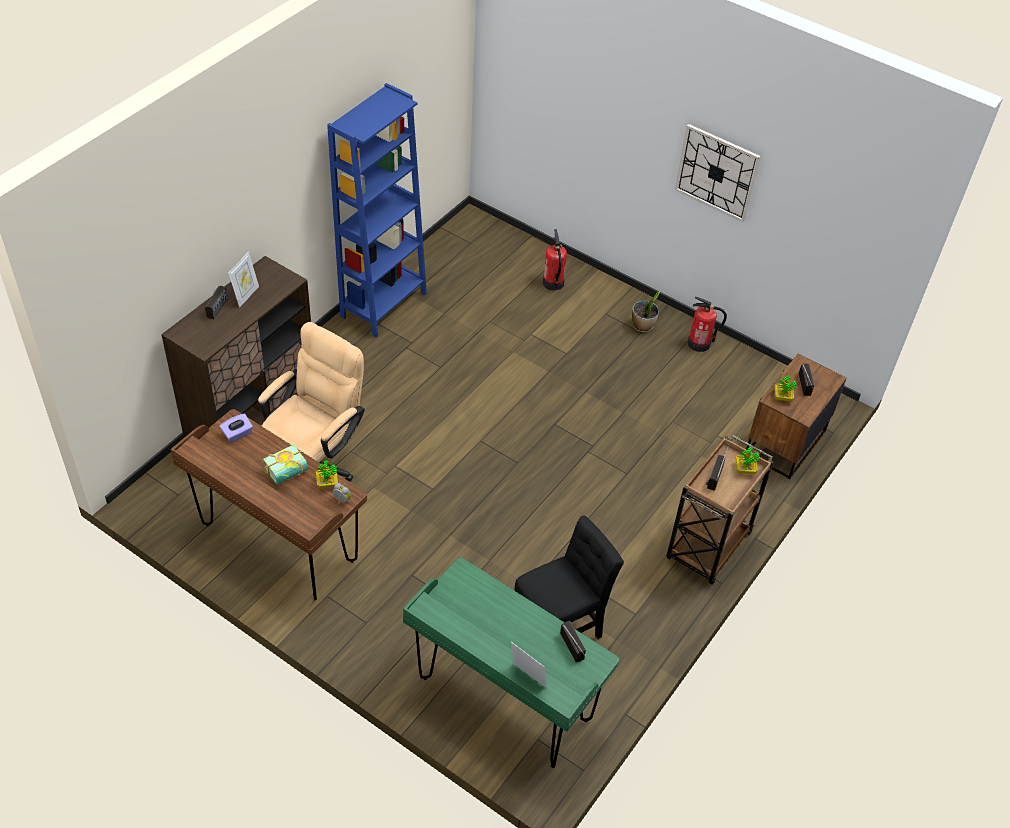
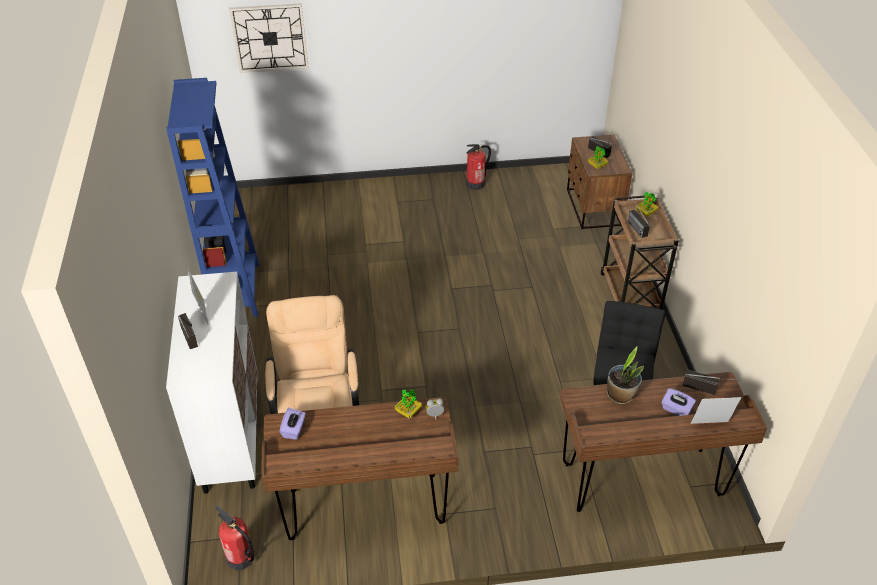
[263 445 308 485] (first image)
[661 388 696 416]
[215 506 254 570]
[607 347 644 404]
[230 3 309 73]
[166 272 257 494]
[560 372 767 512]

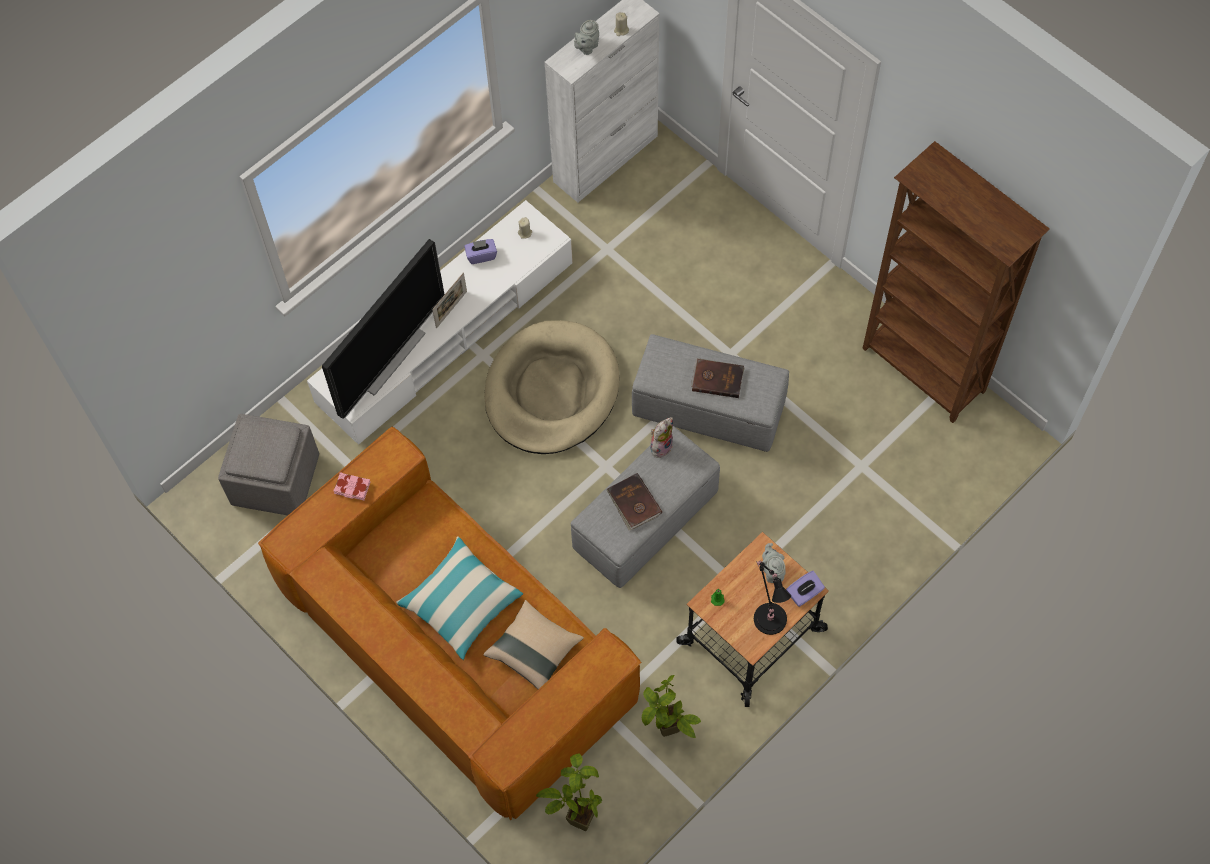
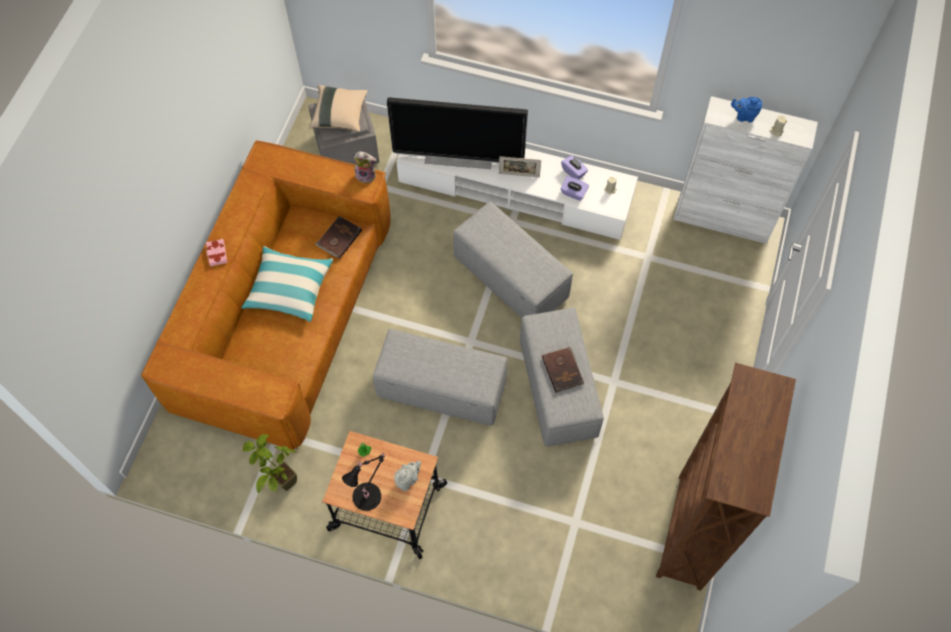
[536 754 602 831] (first image)
[206 239 227 266]
[309 85 368 132]
[315 216 362 258]
[354 151 377 183]
[561 176 589 201]
[453 201 573 318]
[731 97 763 123]

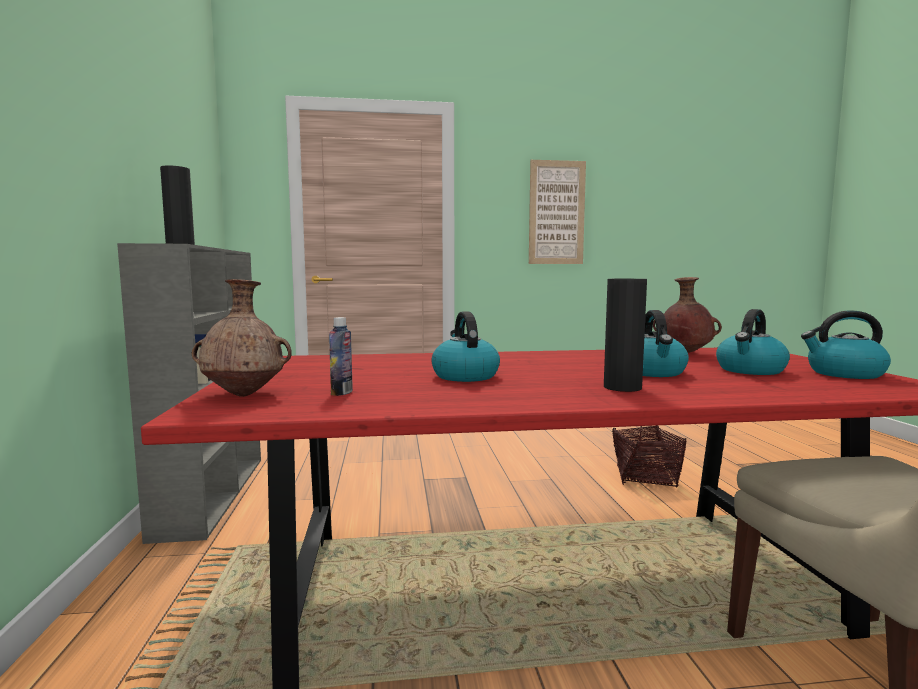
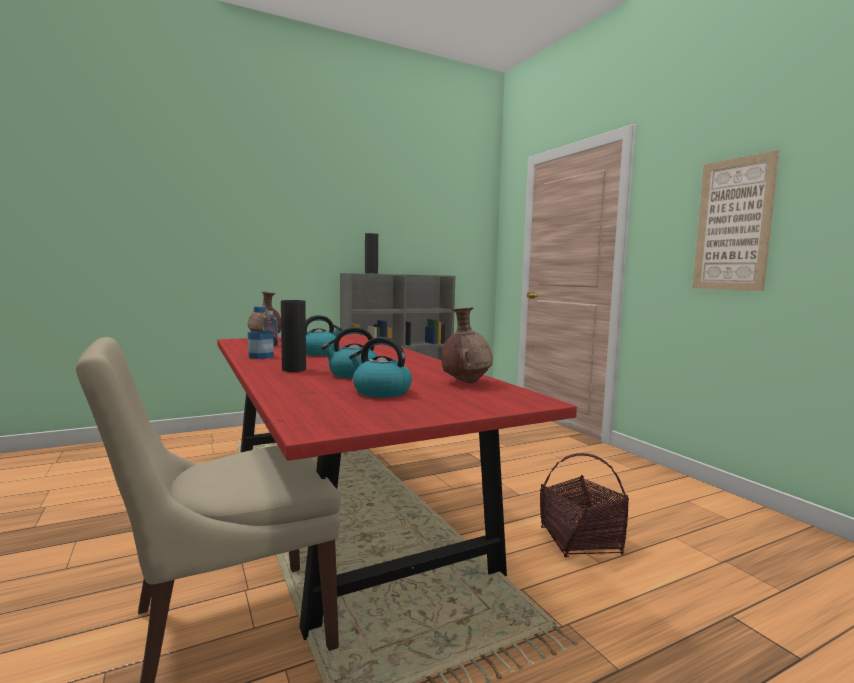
[801 310 891 379] (first image)
[248 306 274 359]

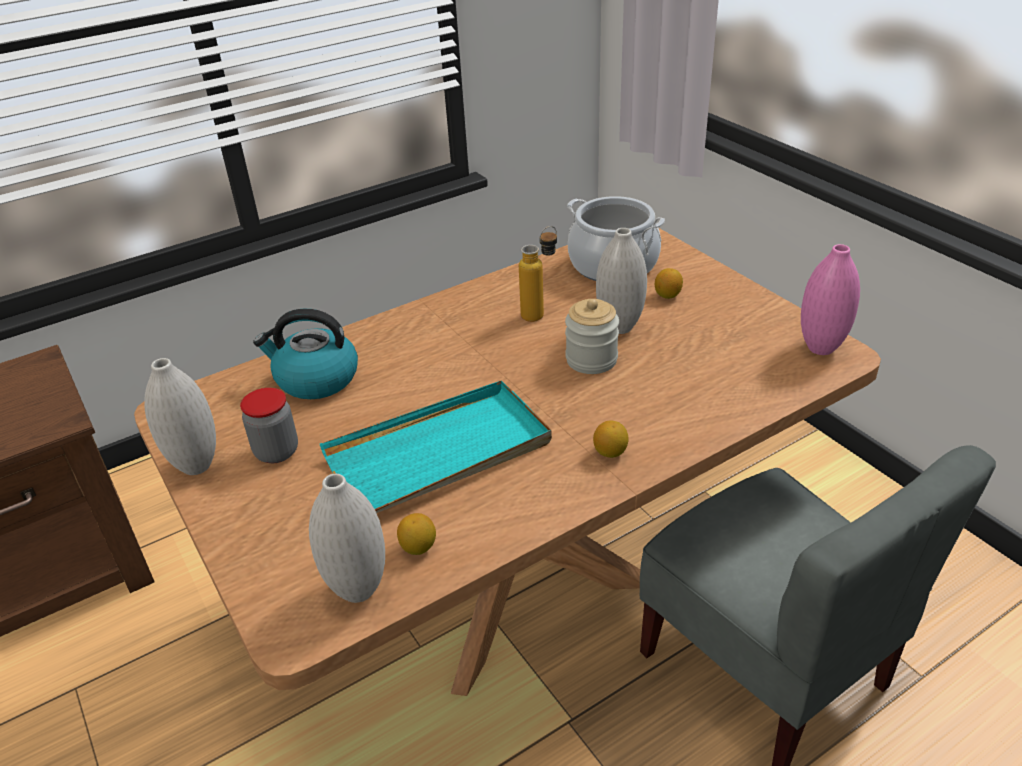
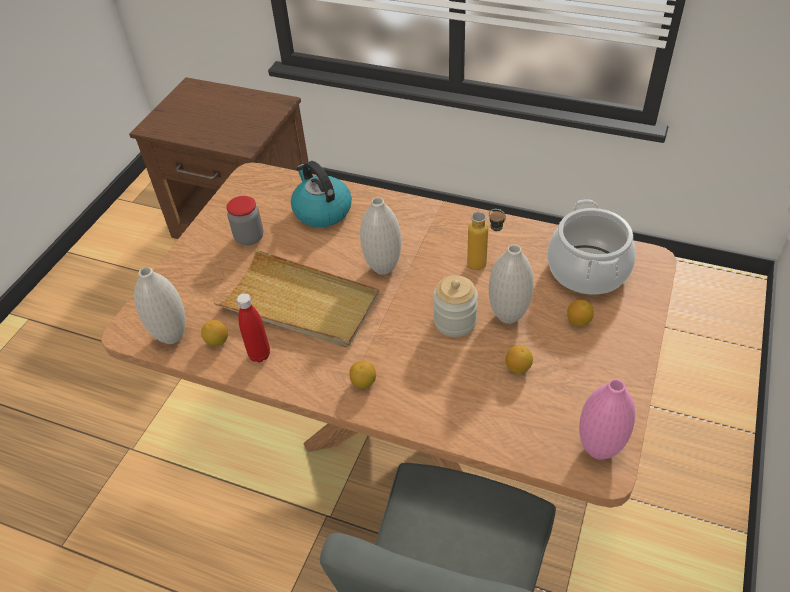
[236 293 270 363]
[506 345 533 374]
[360 197 401 275]
[214 249 380 347]

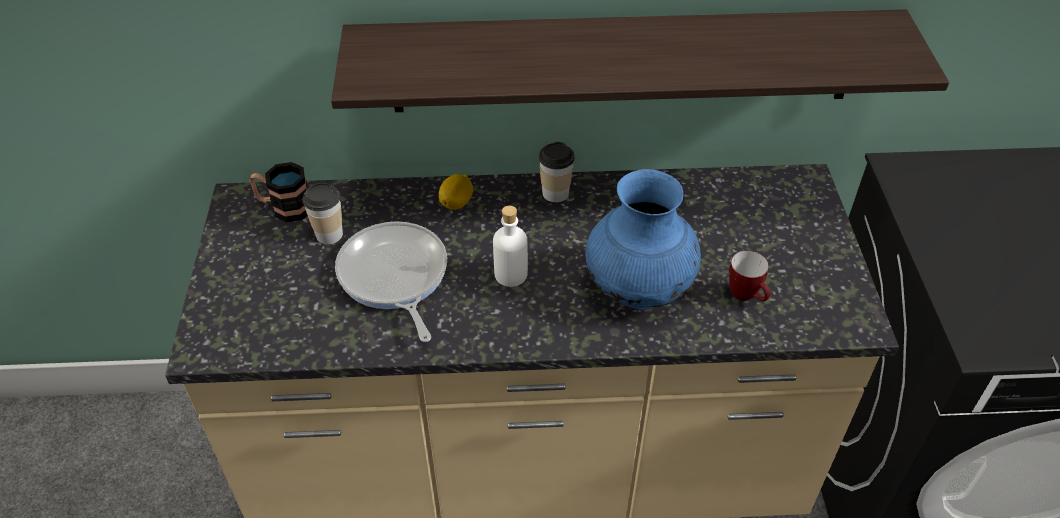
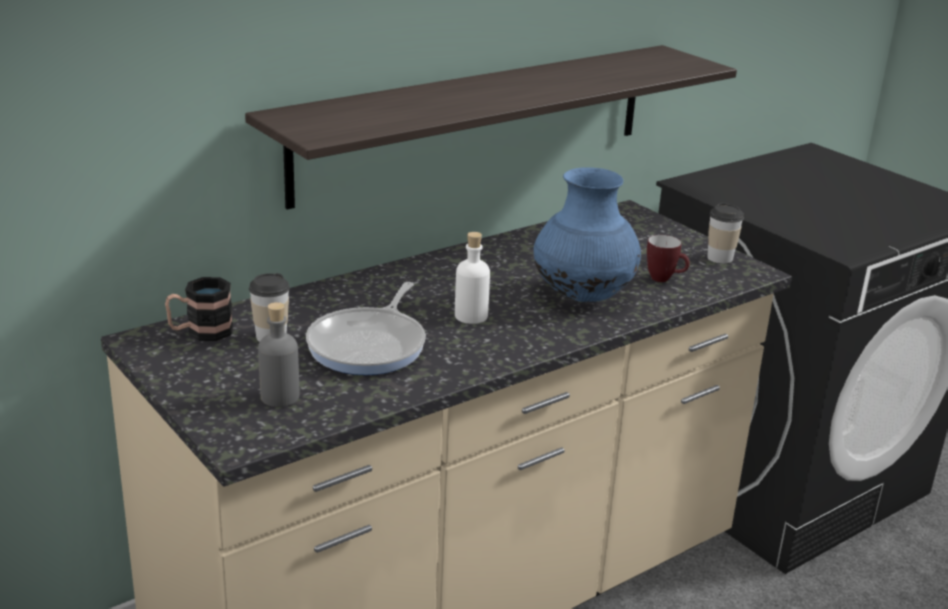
[439 174 473 210] (first image)
[258 302 299 407]
[707 203 744 264]
[306 282 426 375]

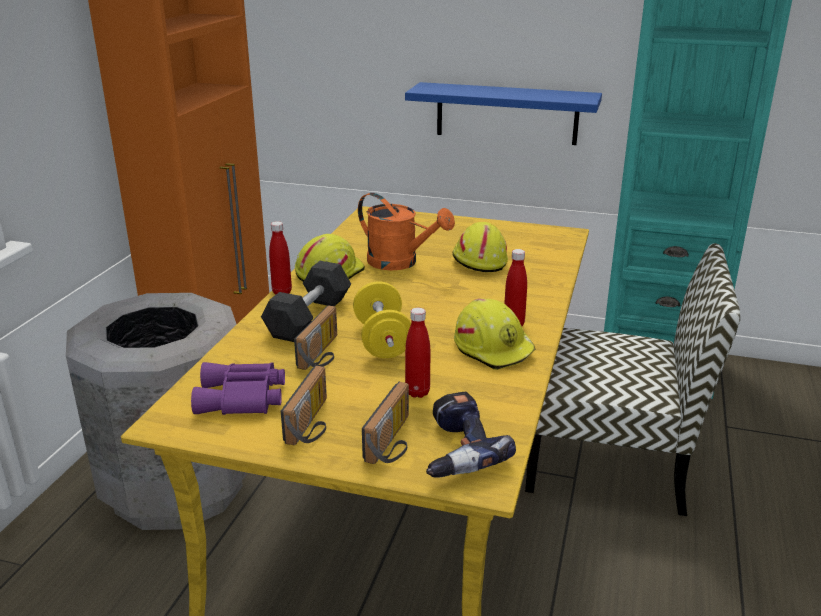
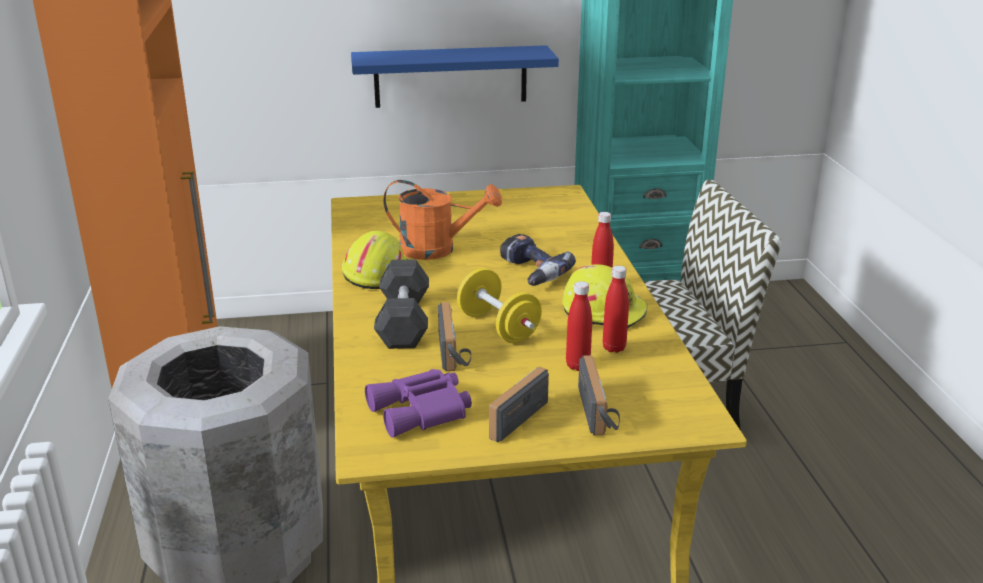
[452 222 508 272] (first image)
[603 266 629 353]
[500 234 576 286]
[489 367 549 442]

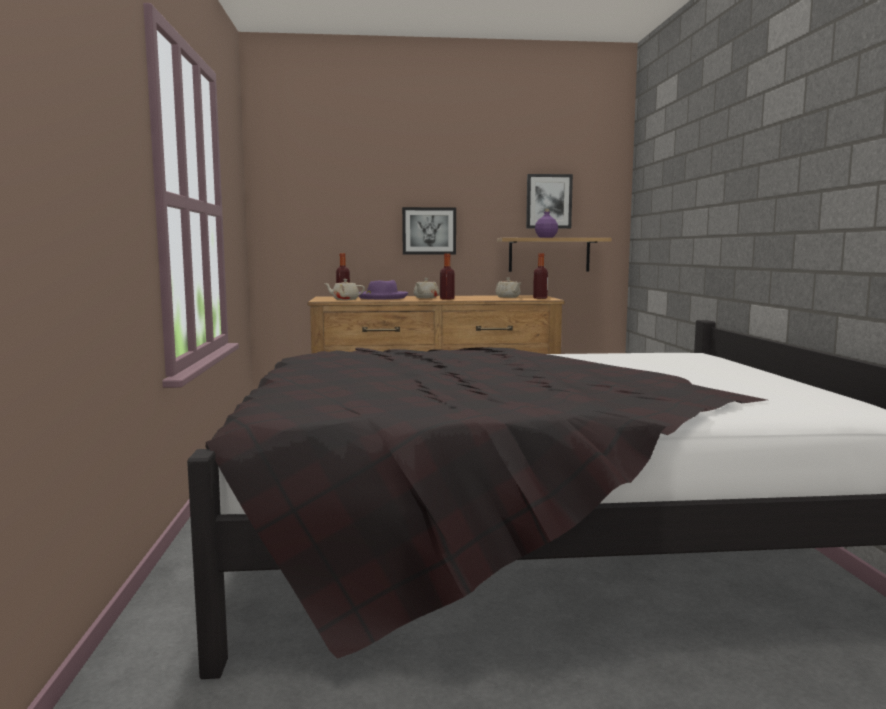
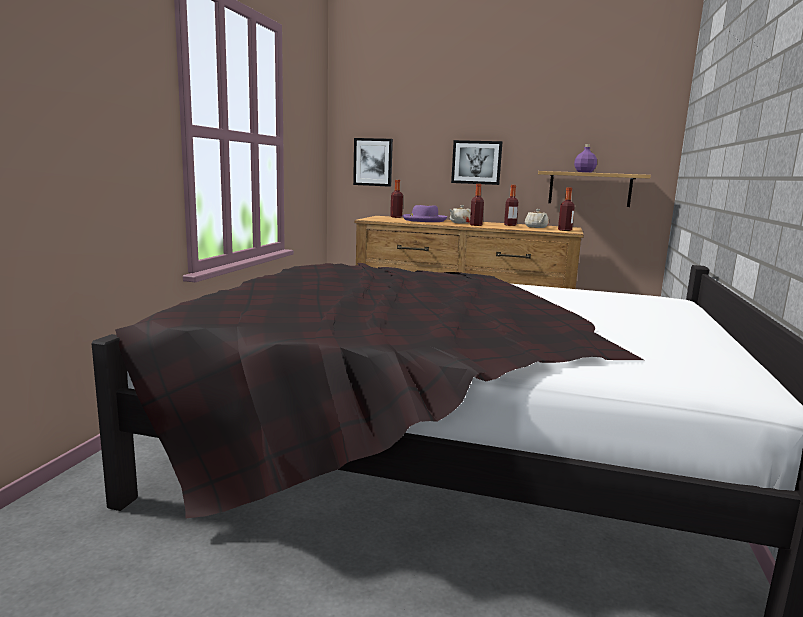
[324 279 365 300] (first image)
[504 185 518 226]
[353 138 393 187]

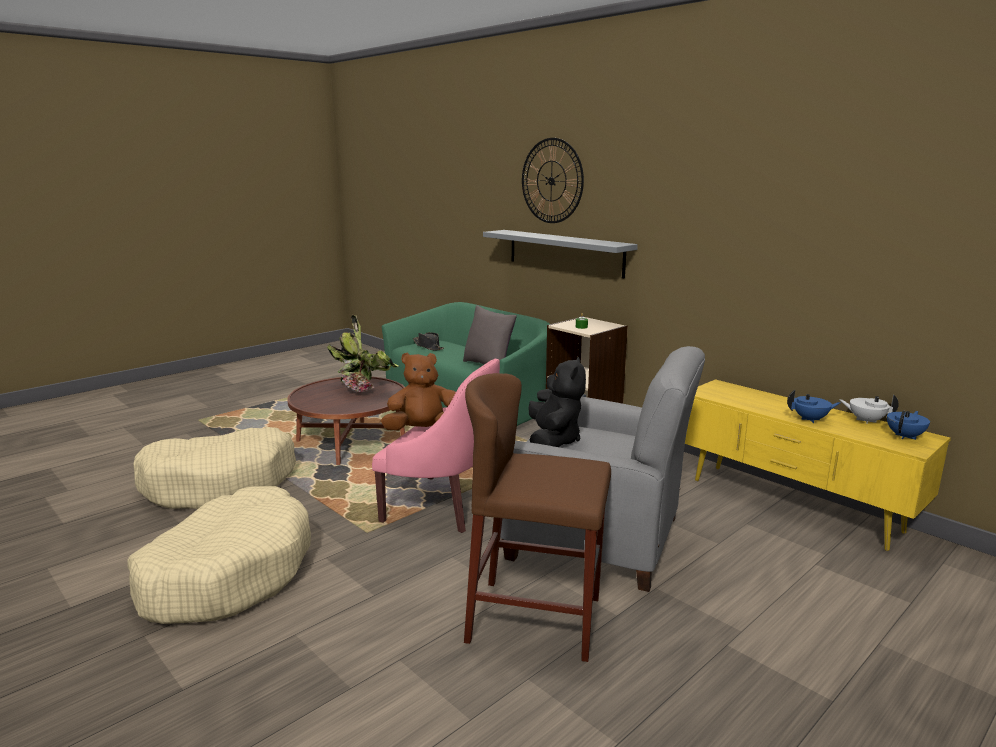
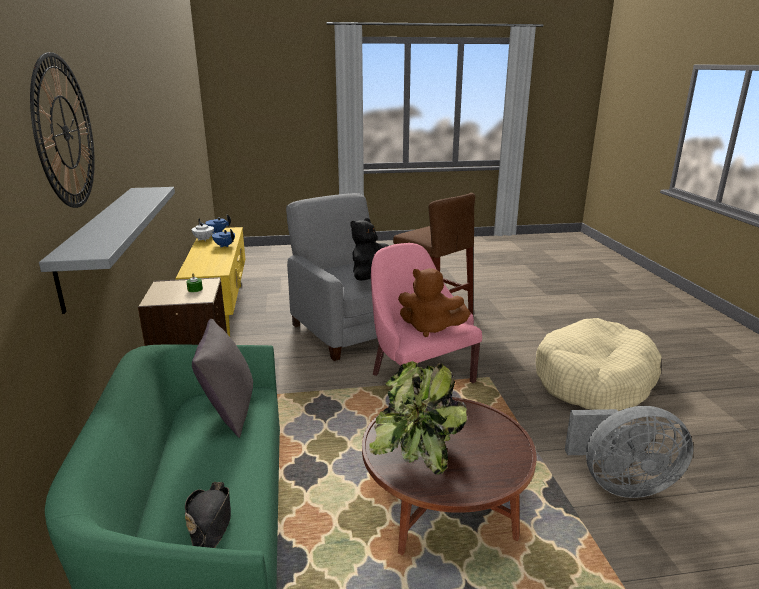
[565 406 693 498]

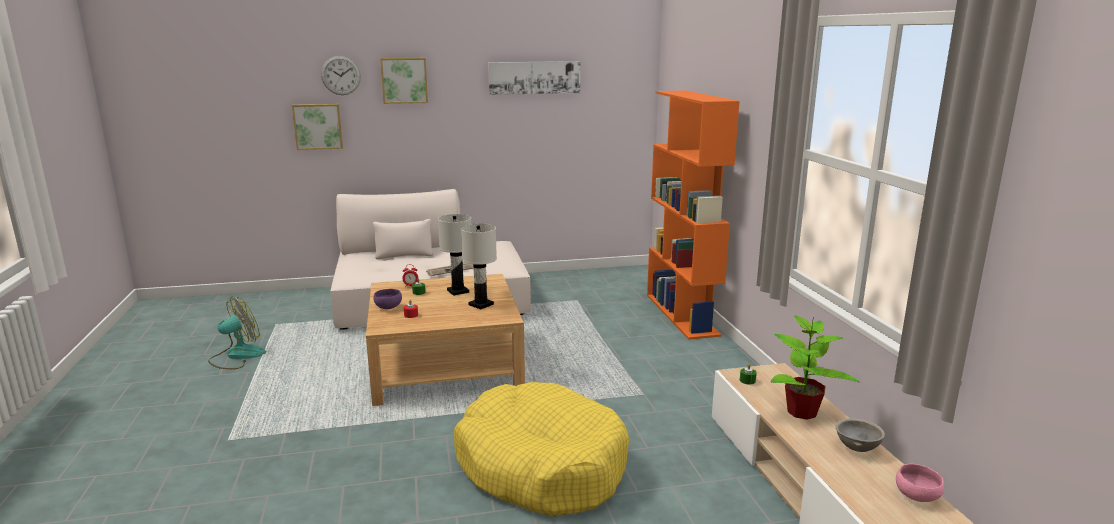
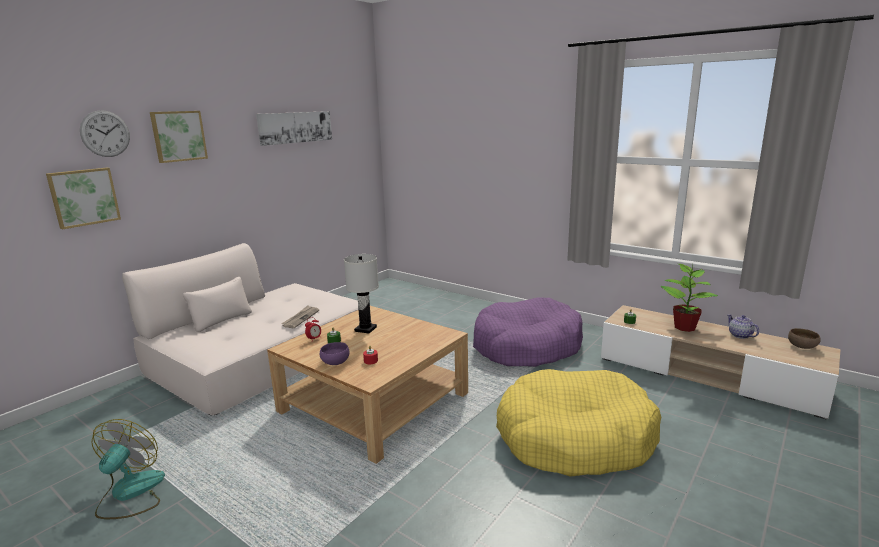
[461 223 497 309] (first image)
[647 91 740 340] (first image)
[473 297 583 367]
[727 314 759 339]
[788 328 821 349]

